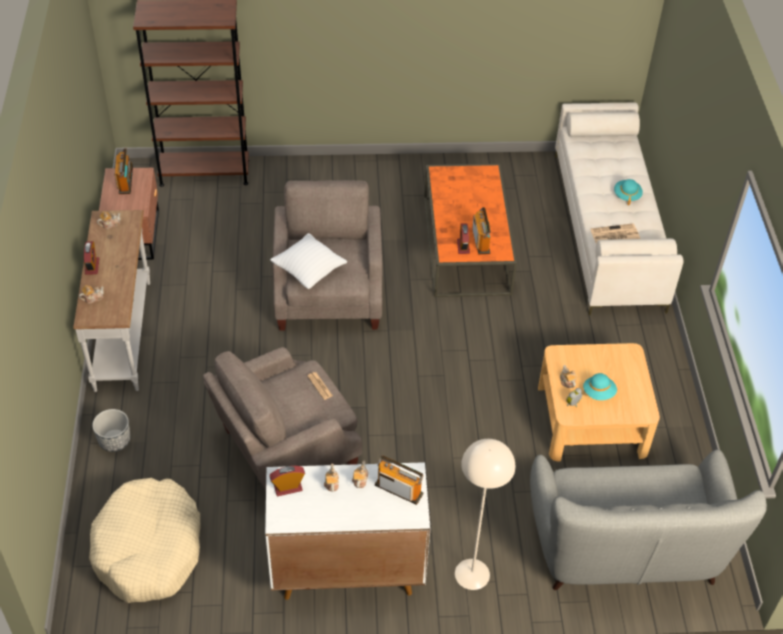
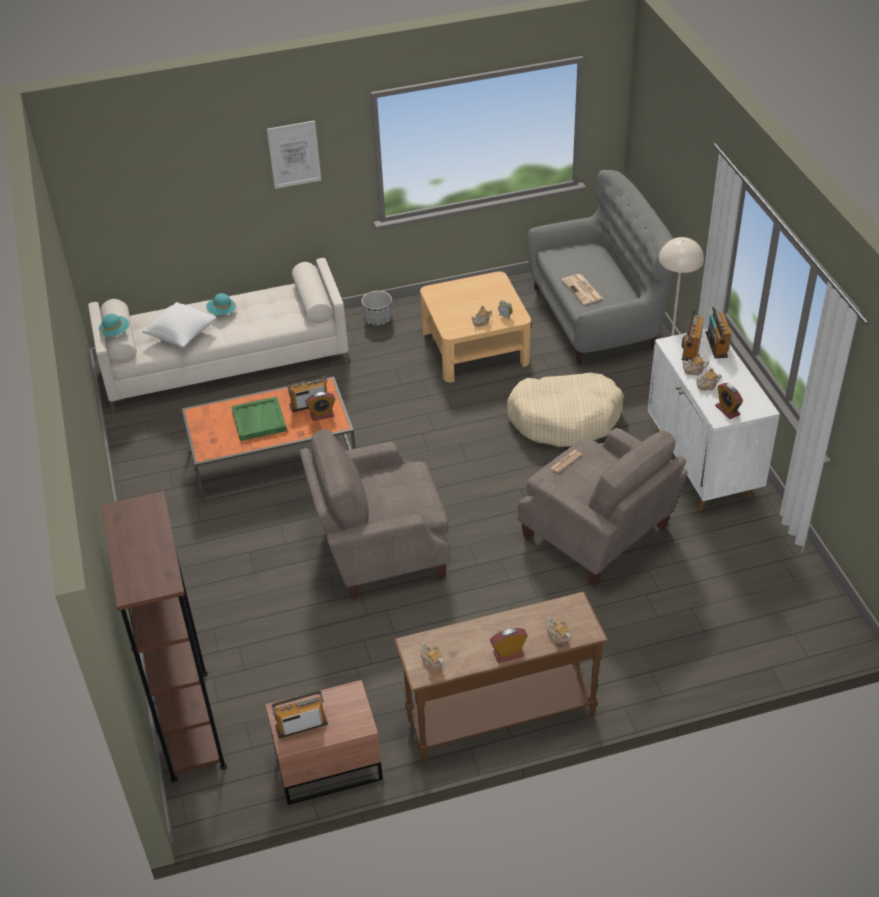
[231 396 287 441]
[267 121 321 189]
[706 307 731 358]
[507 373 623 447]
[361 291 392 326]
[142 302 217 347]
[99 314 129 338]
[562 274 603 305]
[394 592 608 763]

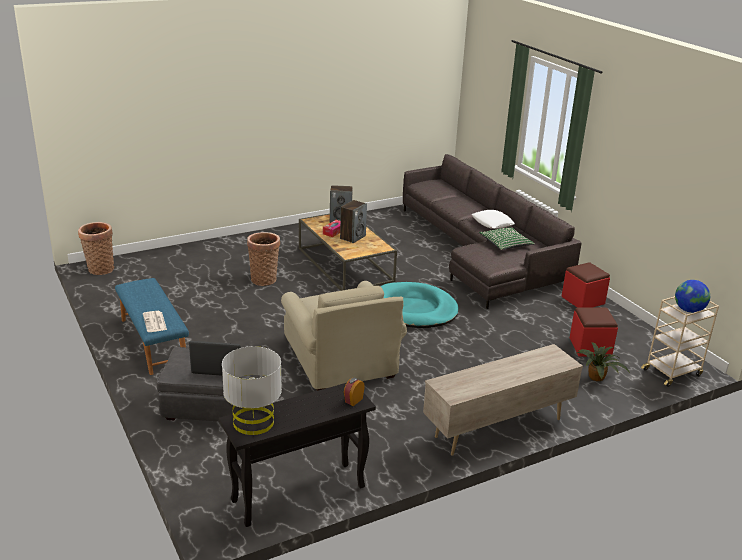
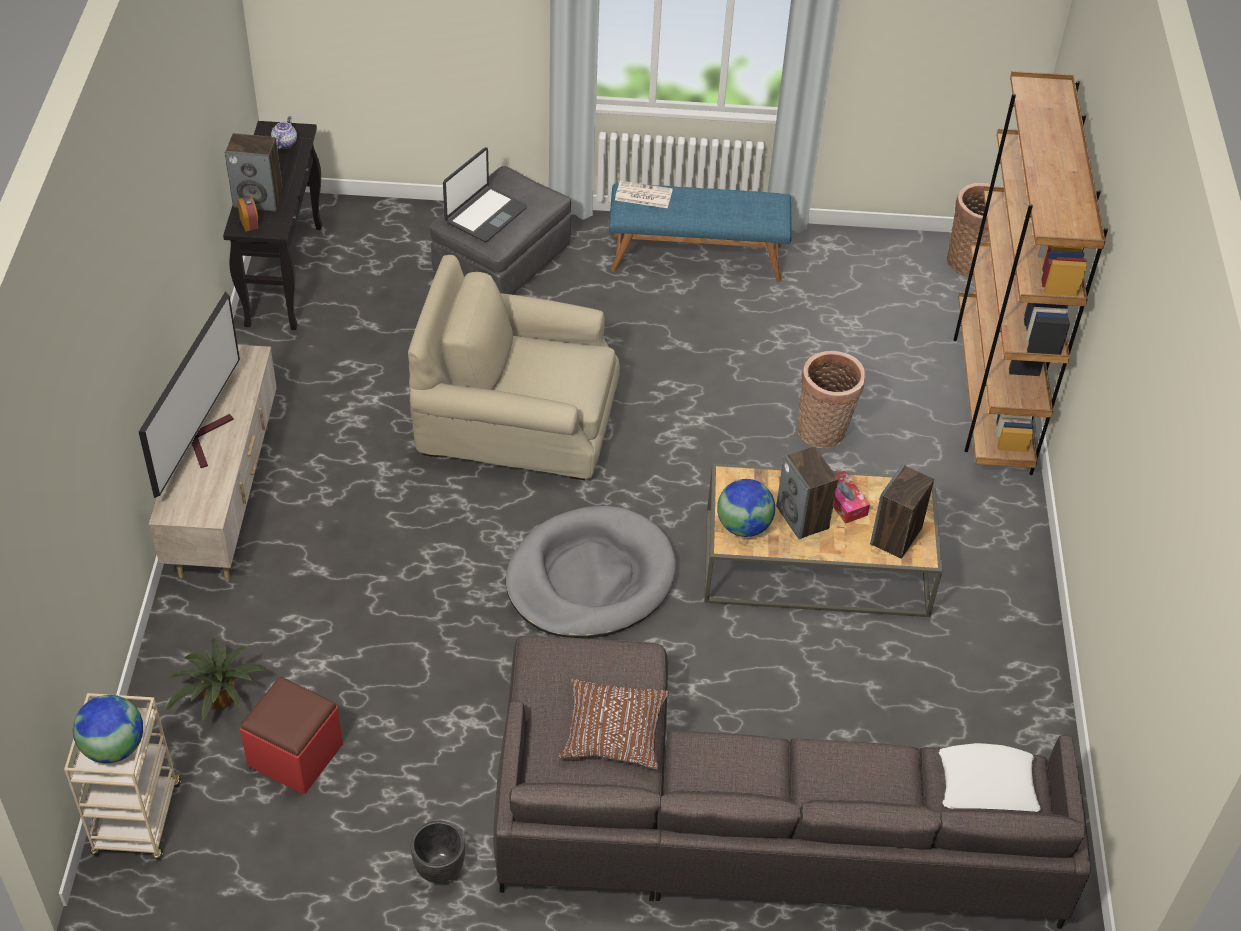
[139 291 240 498]
[225 133 283 211]
[717 479 775 537]
[954 71 1108 475]
[939 743 1041 812]
[271 116 297 149]
[411 821 465 883]
[506 506 676 639]
[559 679 669 770]

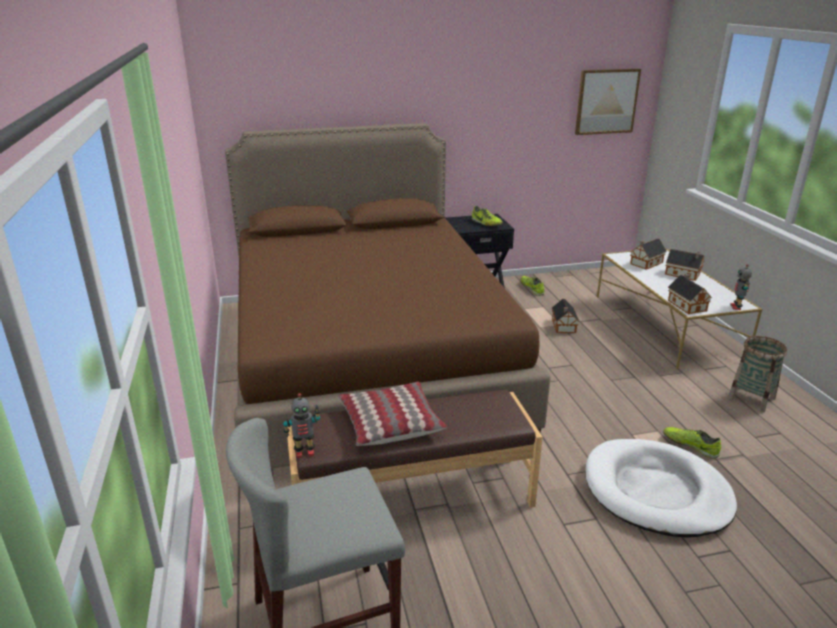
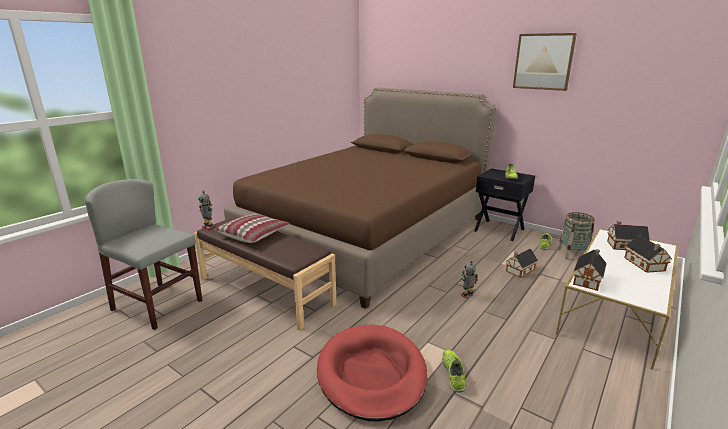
[513 33 577 91]
[557 212 595 260]
[461 261 478 298]
[317 324 428 422]

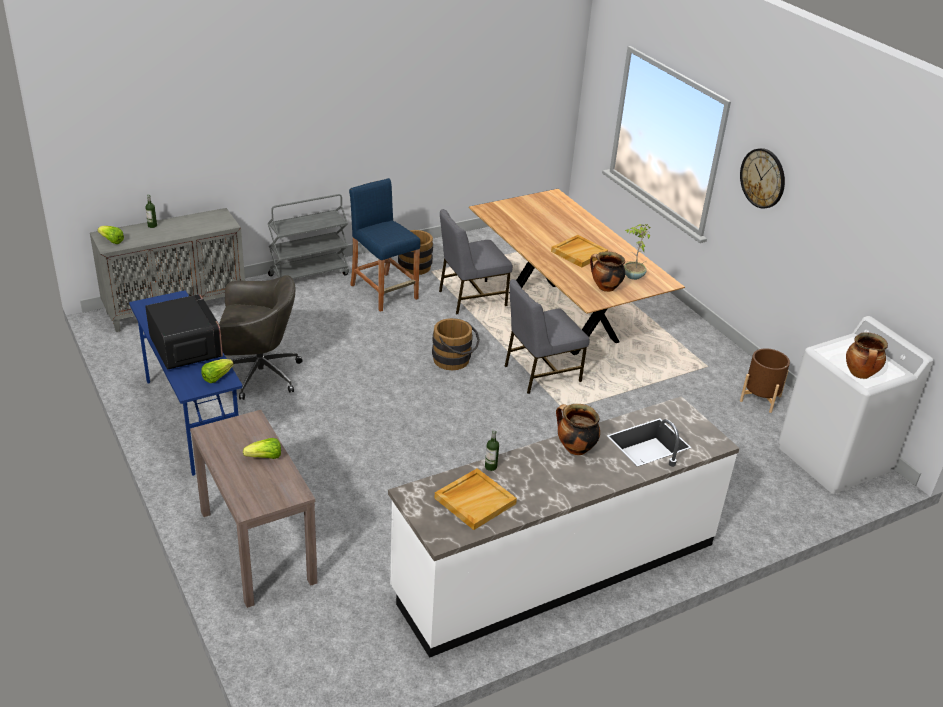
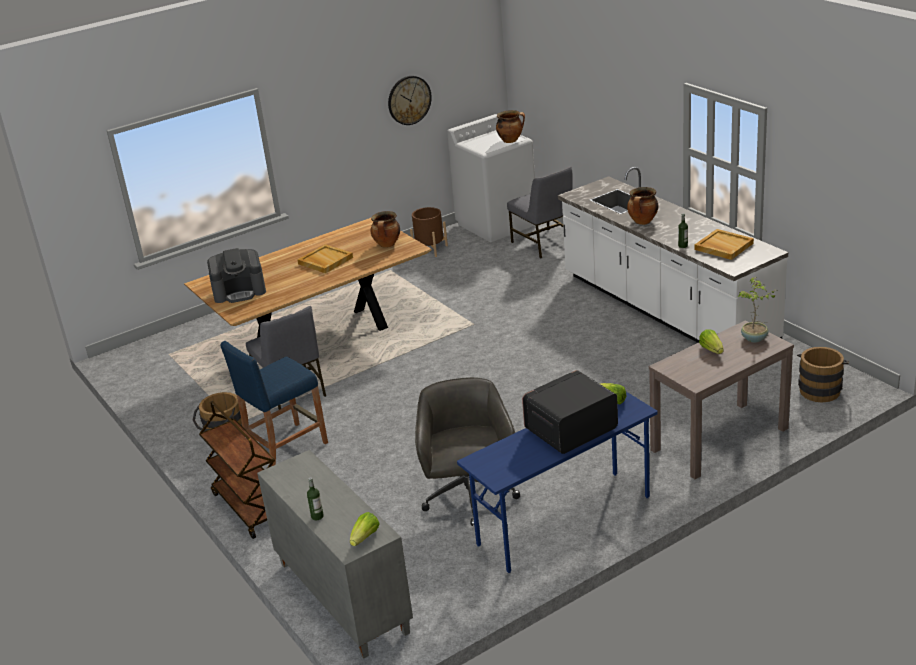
[207 248 266 303]
[797 347 849 402]
[507 166 572 258]
[738 277 779 342]
[388 76 432 125]
[199 401 275 539]

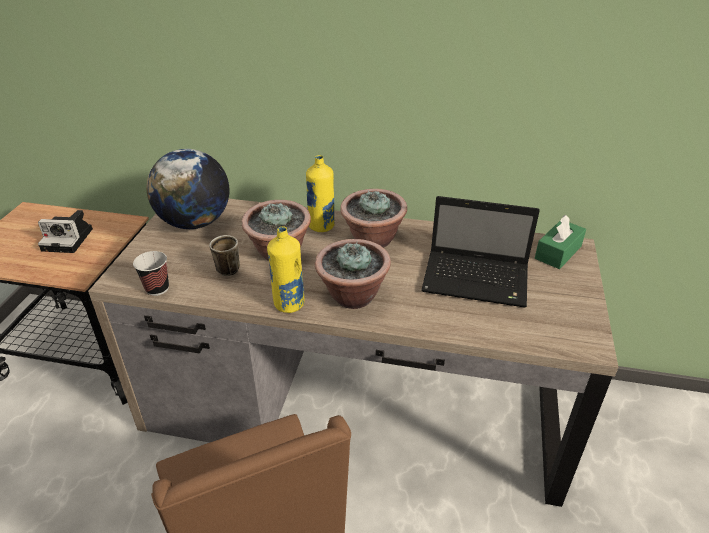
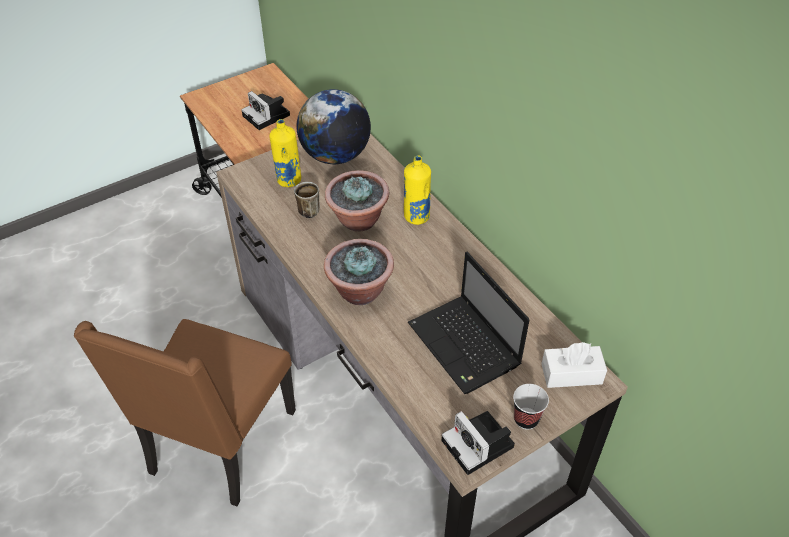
[340 189 407 248] (first image)
[442 411 515 475]
[513 384 549 430]
[269 119 301 187]
[541 342 607 388]

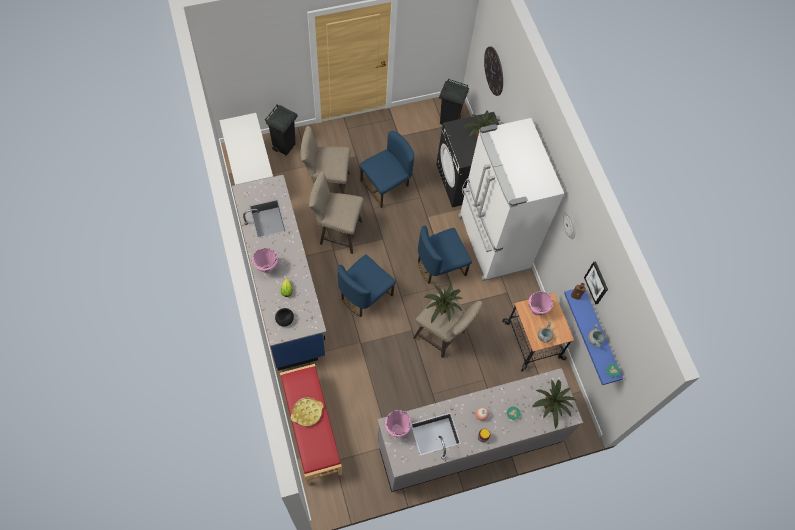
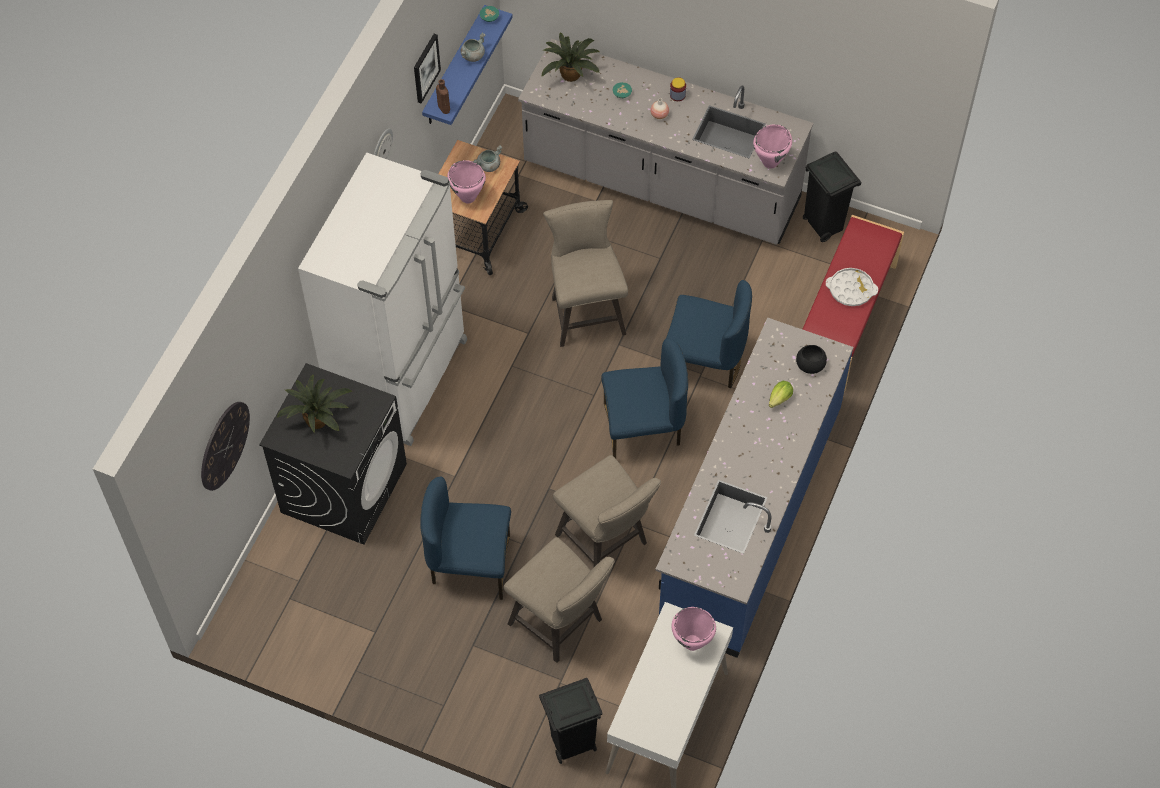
[424 284 463 323] (first image)
[672 607 716 651]
[666 280 752 388]
[803 152 861 242]
[826 268 878 306]

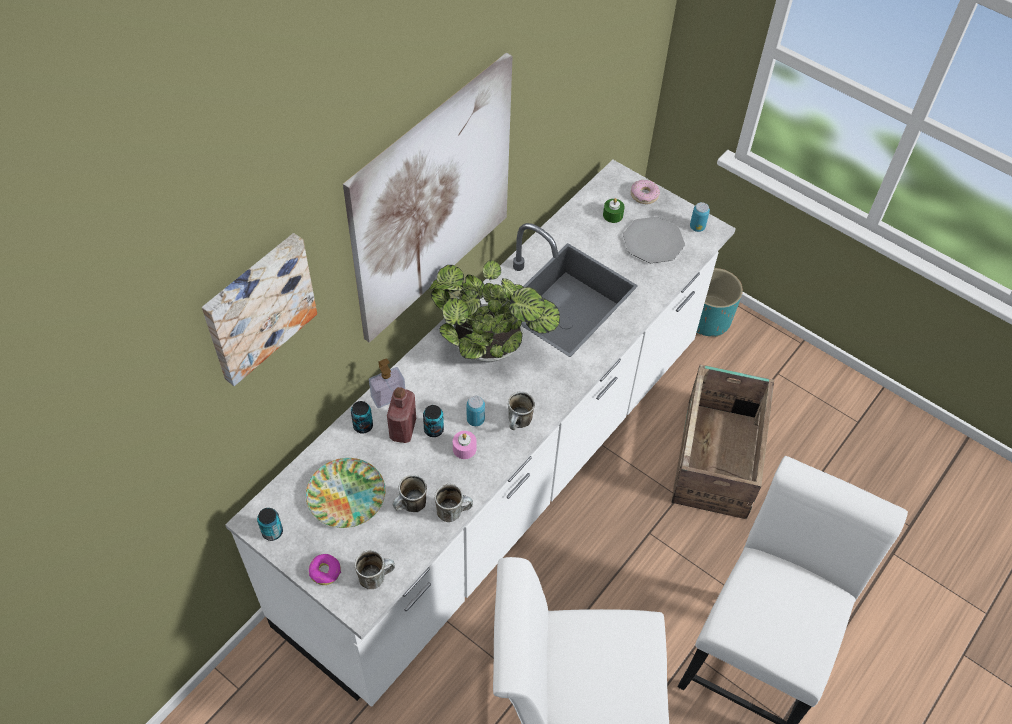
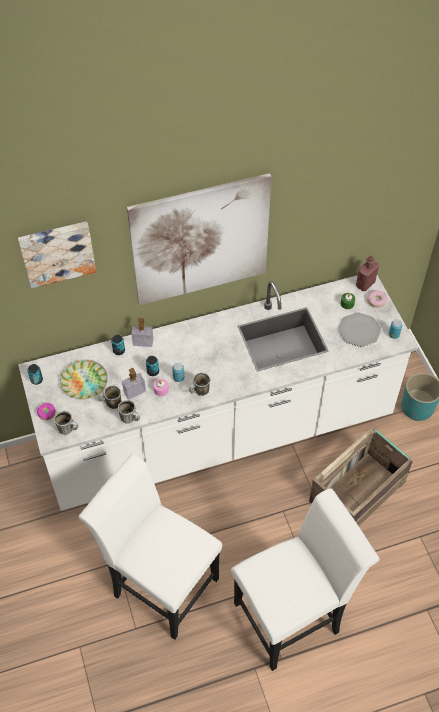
[429 260 560 362] (first image)
[122 368 146 400]
[356 256 379 291]

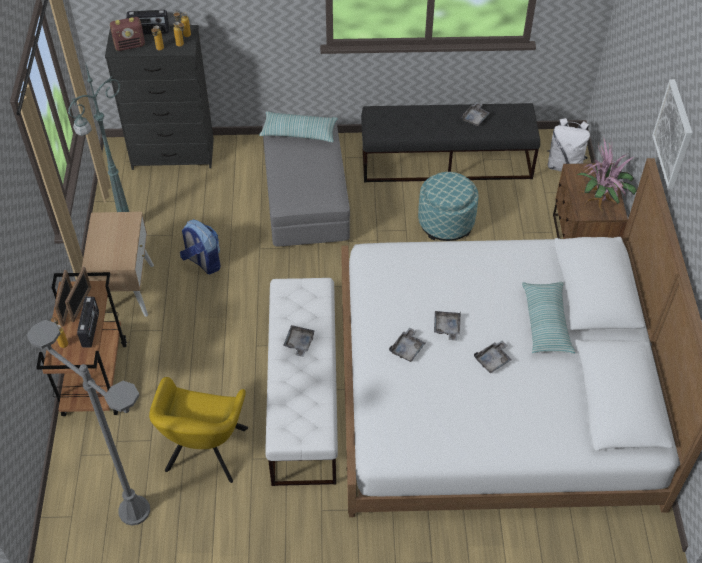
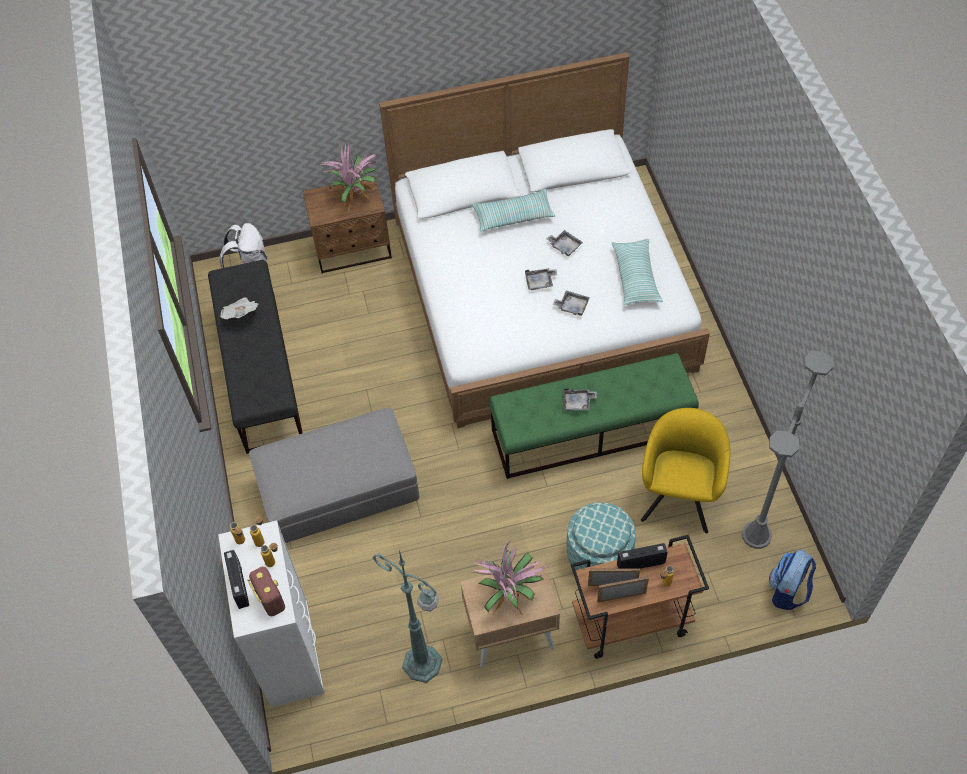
[652 79 692 188] (first image)
[473 543 545 614]
[769 550 816 610]
[612 239 663 305]
[567 502 636 570]
[220 297 259 319]
[218 520 325 707]
[489 353 699 479]
[641 408 731 534]

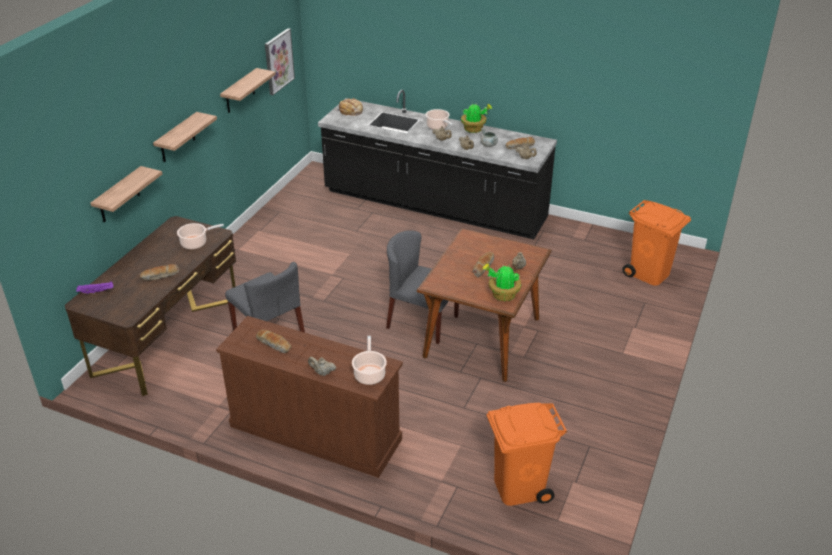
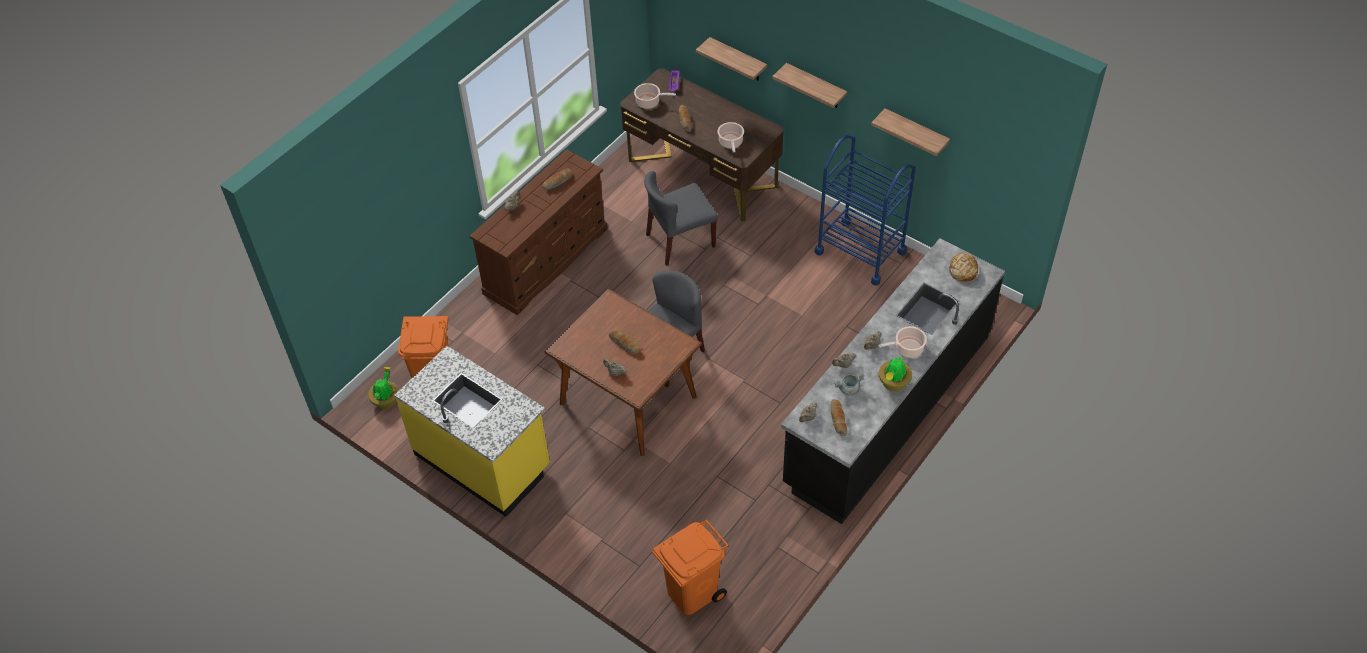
[265 28 295 95] (first image)
[394 346 550 517]
[815 135 916 286]
[634 83 676 109]
[368 367 398 409]

